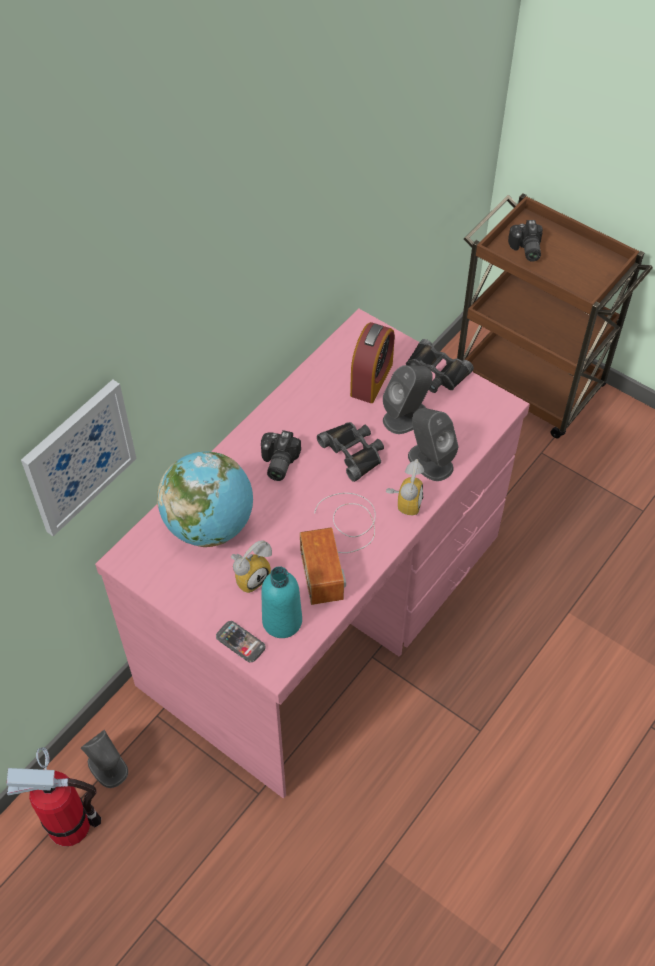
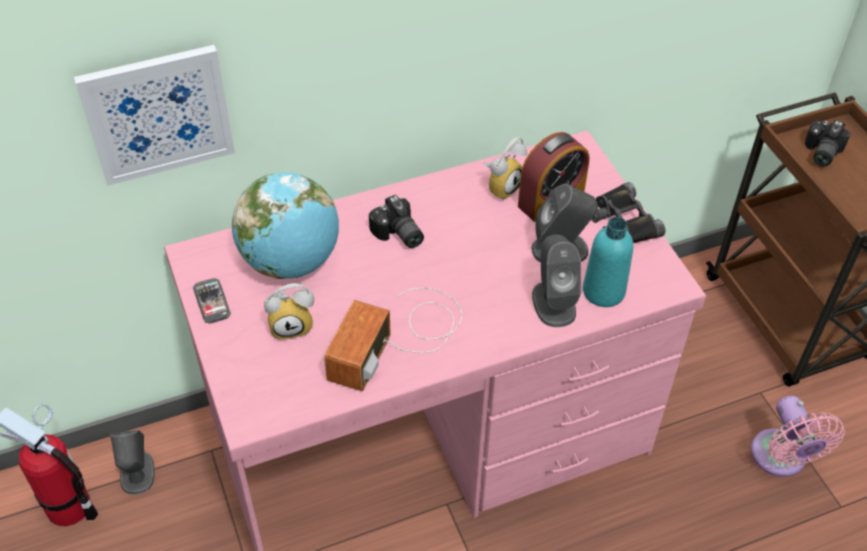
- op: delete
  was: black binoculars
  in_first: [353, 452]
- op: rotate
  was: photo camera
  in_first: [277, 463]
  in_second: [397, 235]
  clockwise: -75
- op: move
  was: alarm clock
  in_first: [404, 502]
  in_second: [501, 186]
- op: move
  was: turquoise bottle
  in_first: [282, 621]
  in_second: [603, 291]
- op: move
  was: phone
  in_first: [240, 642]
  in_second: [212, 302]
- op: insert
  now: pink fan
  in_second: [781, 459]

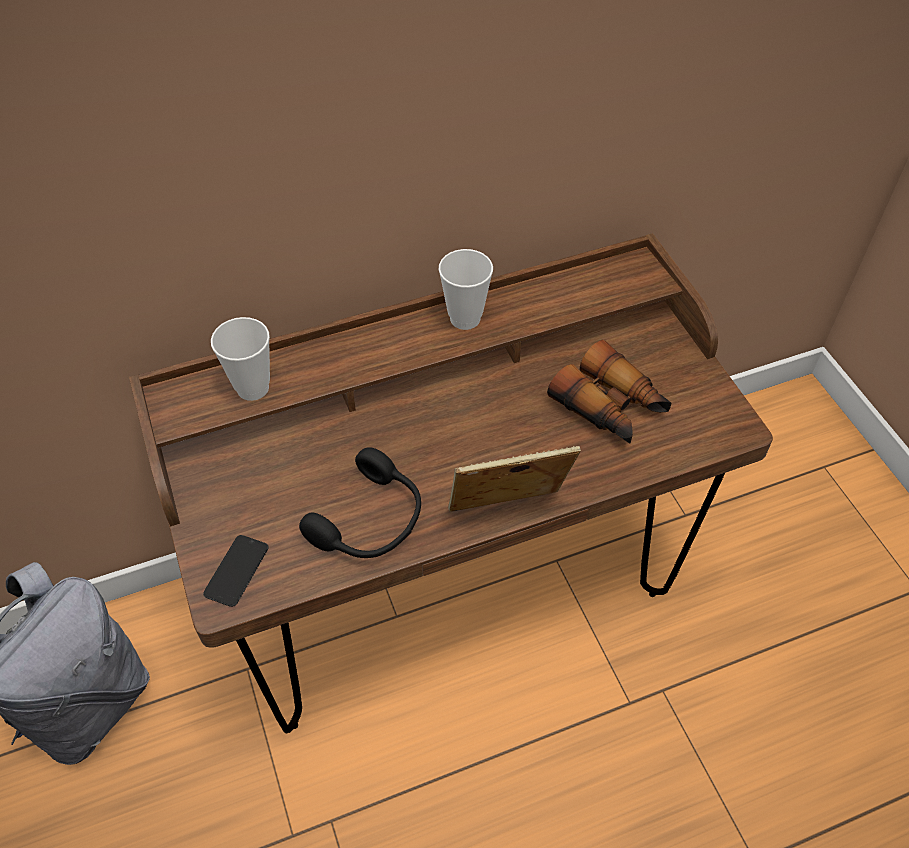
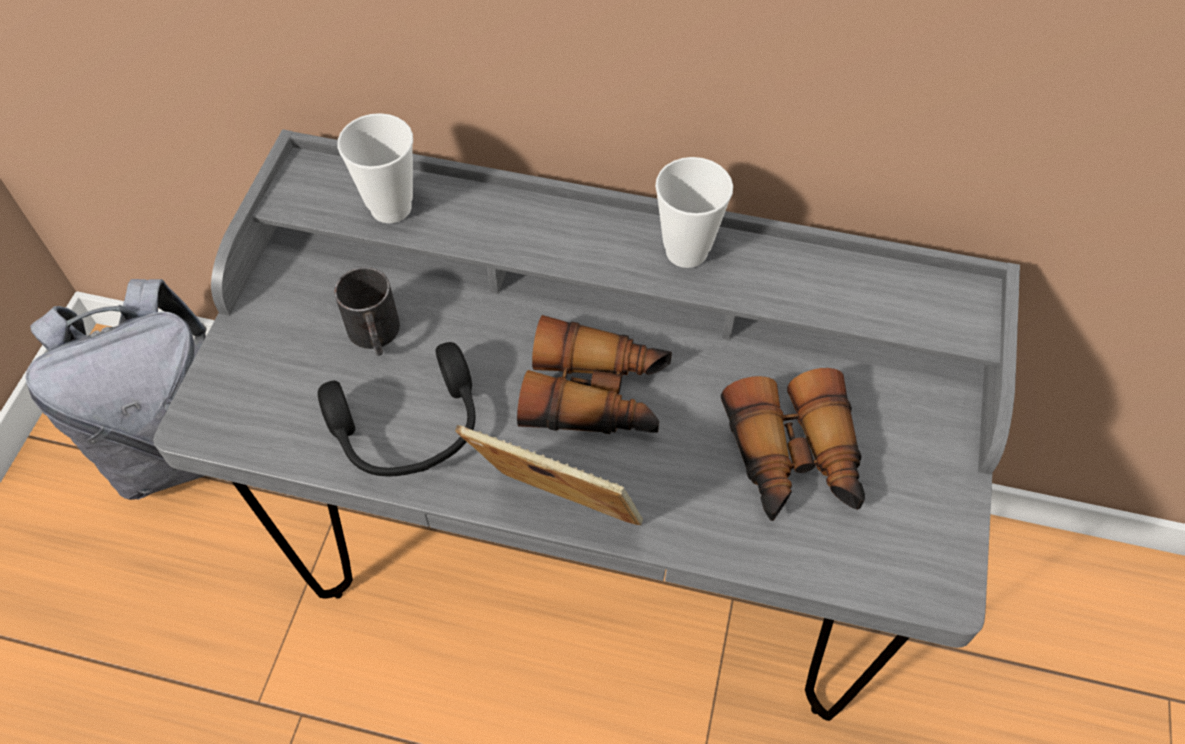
- op: recolor
  was: brown desk
  now: grey desk
  in_first: [453, 592]
  in_second: [593, 561]
- op: delete
  was: phone
  in_first: [236, 571]
- op: insert
  now: black mug
  in_second: [375, 336]
- op: insert
  now: binoculars
  in_second: [597, 395]

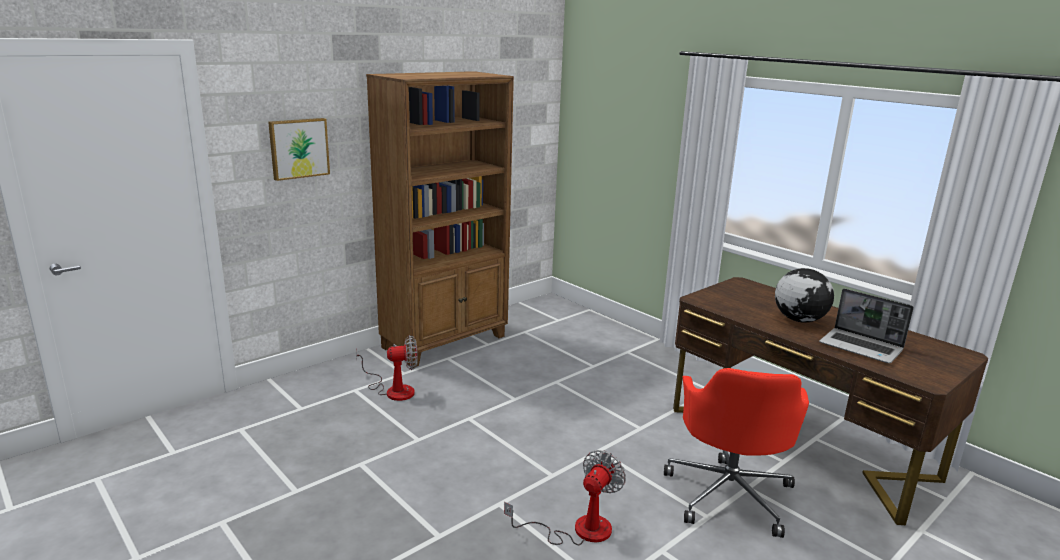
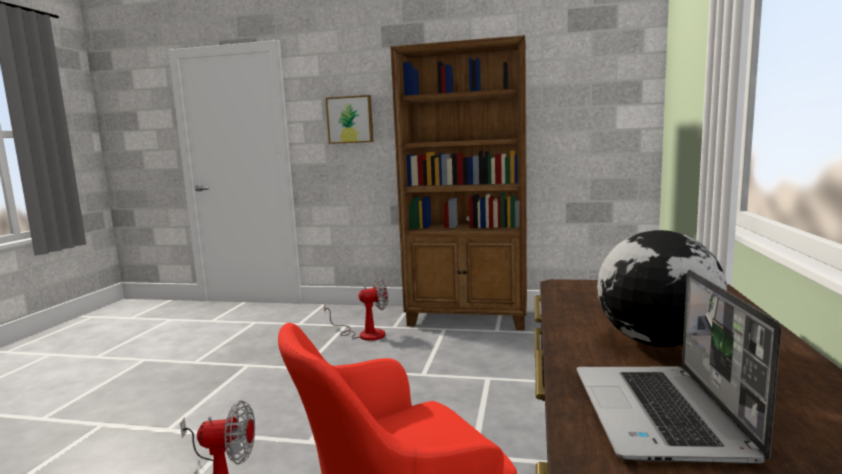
- op: rotate
  was: fan
  in_first: [393, 390]
  in_second: [364, 334]
  clockwise: -60

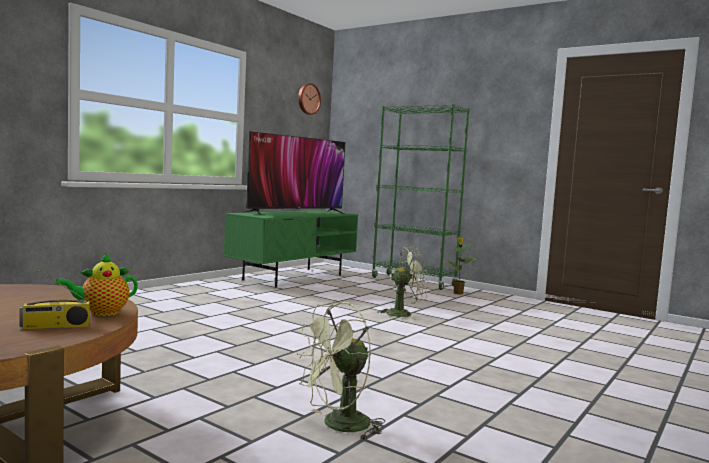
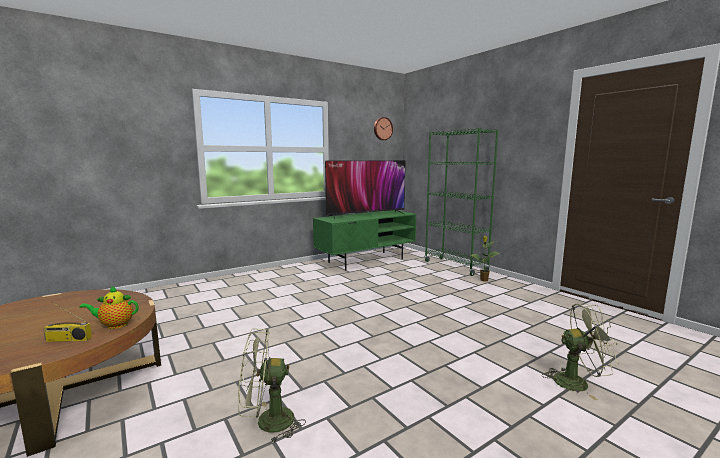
- op: move
  was: green fan
  in_first: [404, 314]
  in_second: [577, 382]

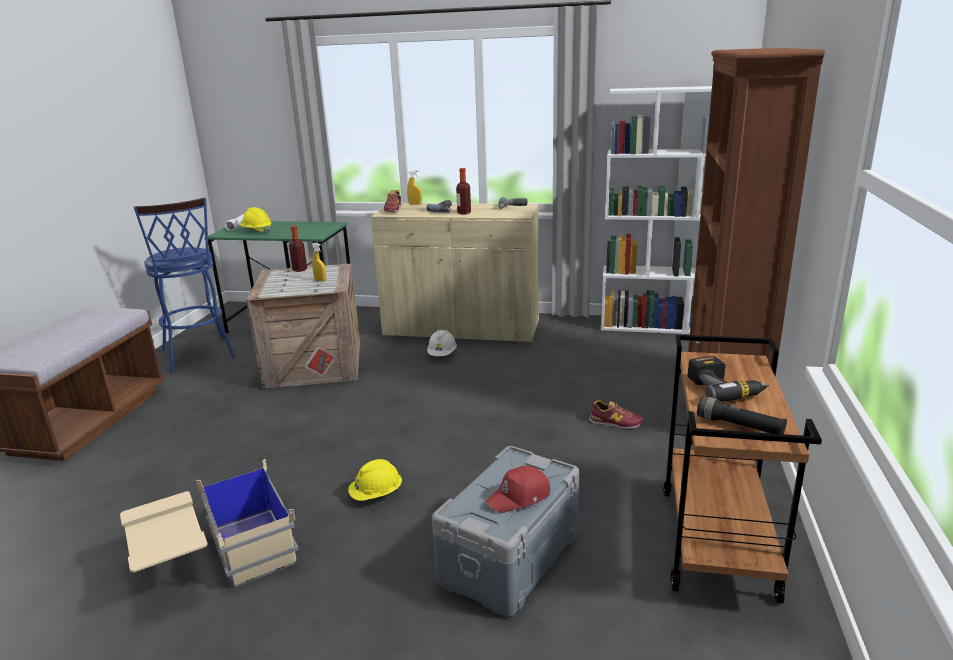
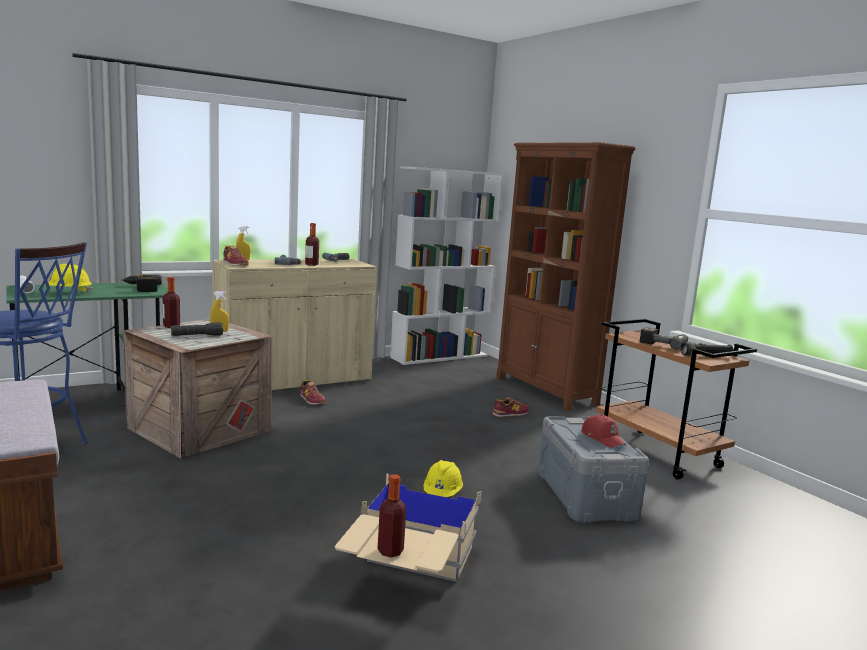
- op: replace
  was: white hard hat
  now: shoe
  in_first: [442, 354]
  in_second: [312, 399]
- op: rotate
  was: red cap
  in_first: [519, 497]
  in_second: [603, 438]
  clockwise: -45
- op: insert
  now: power drill
  in_second: [141, 288]
- op: insert
  now: black flashlight
  in_second: [197, 336]
- op: insert
  now: bottle
  in_second: [390, 551]

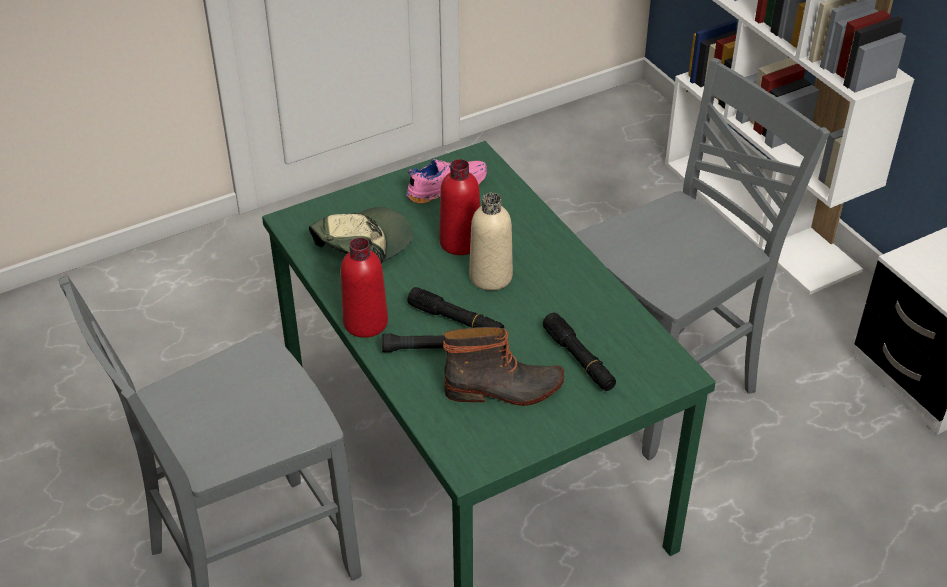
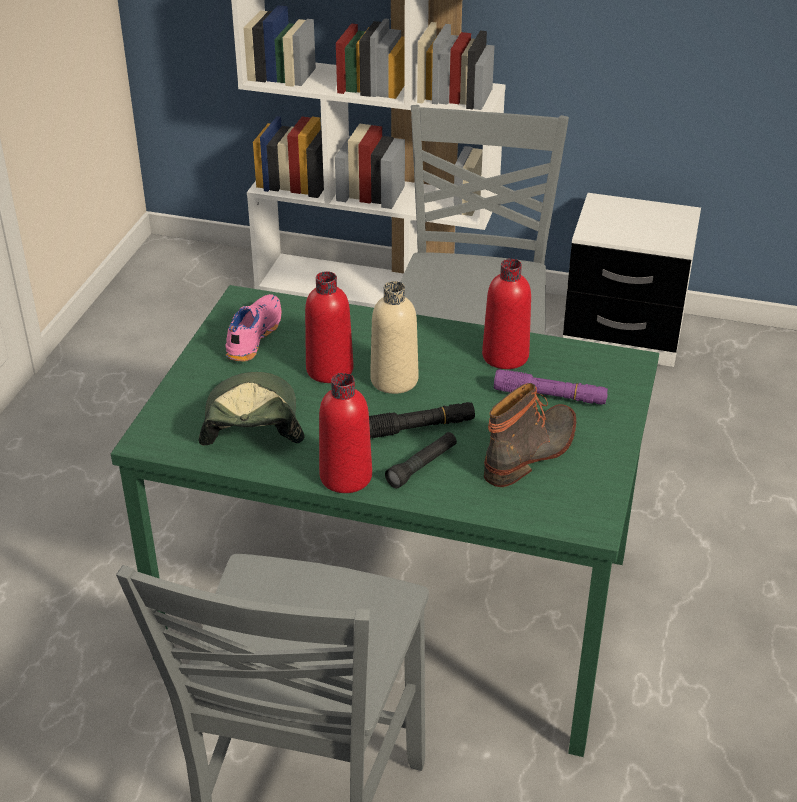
- op: recolor
  was: black flashlight
  now: purple flashlight
  in_first: [578, 359]
  in_second: [550, 396]
- op: insert
  now: red bottle
  in_second: [505, 356]

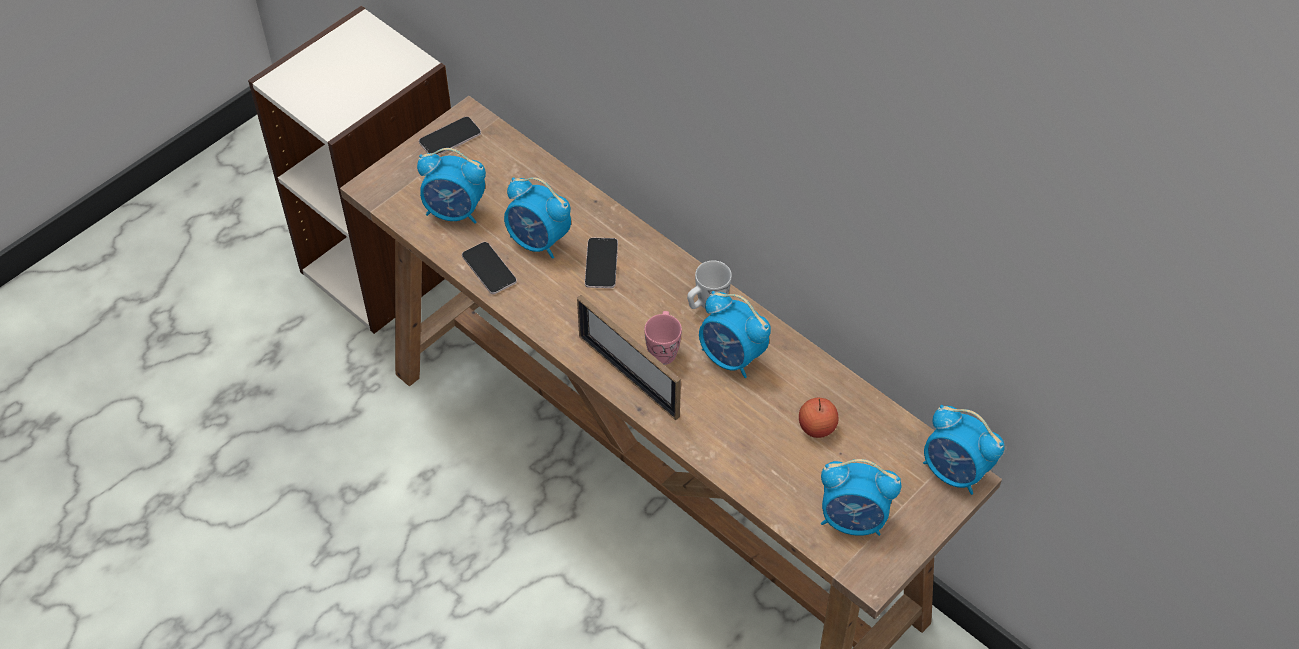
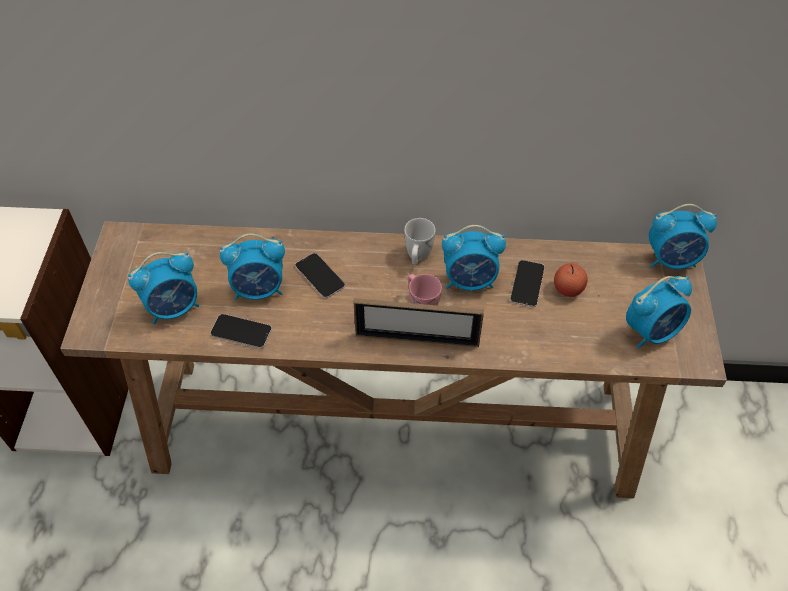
- op: move
  was: phone
  in_first: [450, 137]
  in_second: [527, 284]

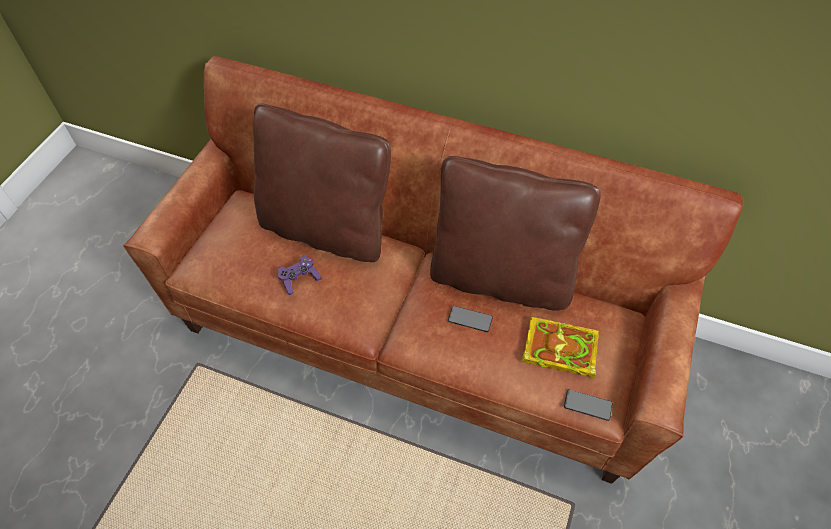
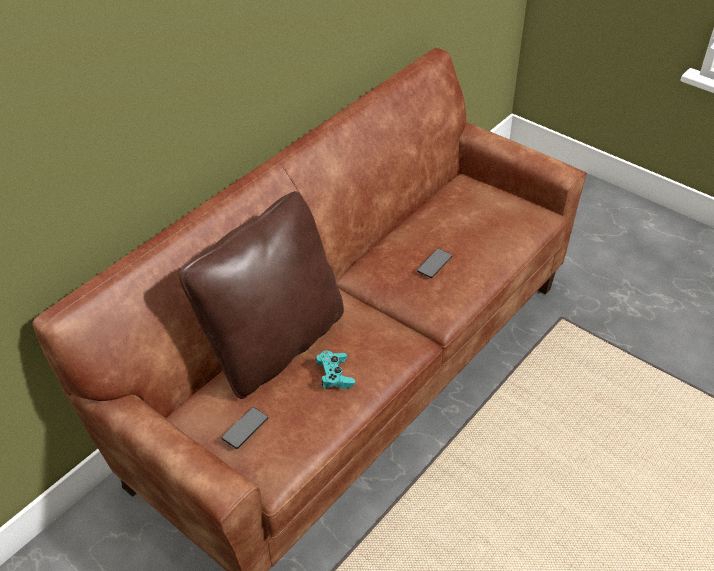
- op: delete
  was: brown pillow
  in_first: [501, 277]
- op: recolor
  was: purple game controller
  now: turquoise game controller
  in_first: [299, 279]
  in_second: [335, 375]
- op: delete
  was: book
  in_first: [558, 349]
- op: move
  was: phone
  in_first: [587, 405]
  in_second: [245, 428]

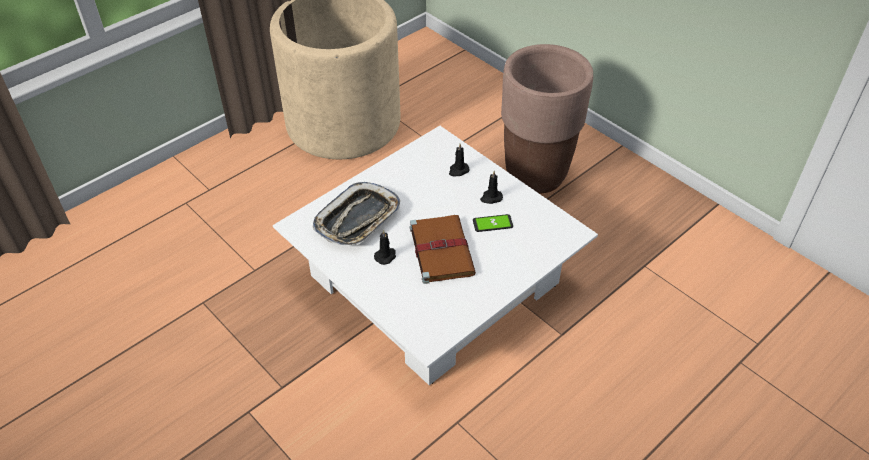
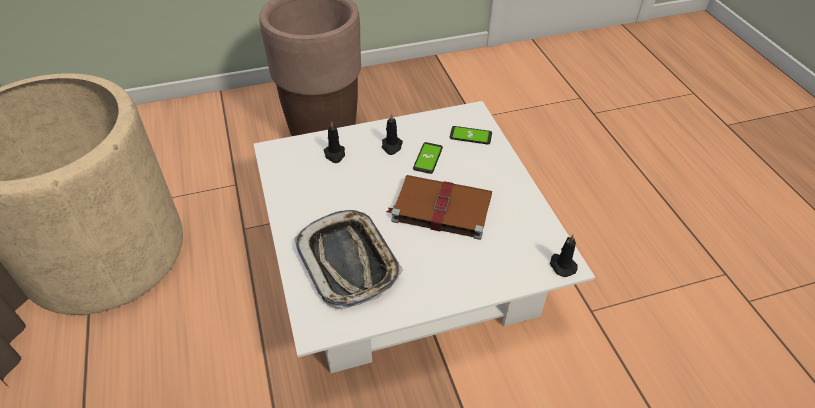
- op: move
  was: black candle
  in_first: [386, 256]
  in_second: [562, 265]
- op: insert
  now: phone
  in_second: [470, 136]

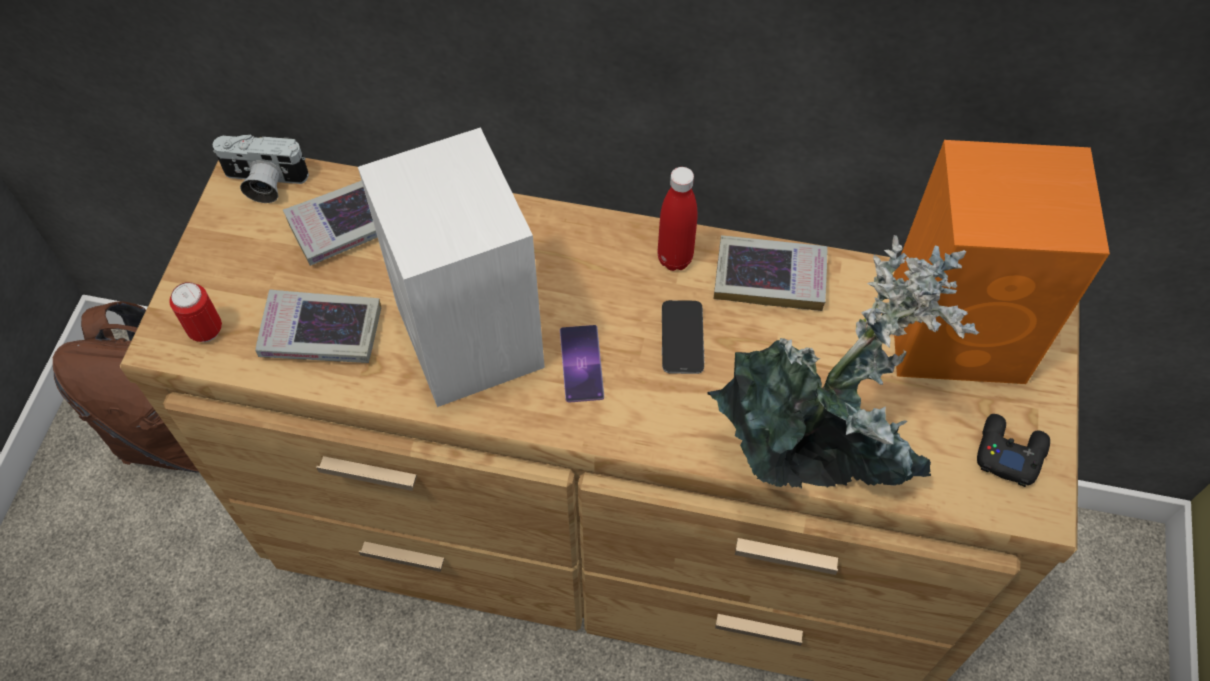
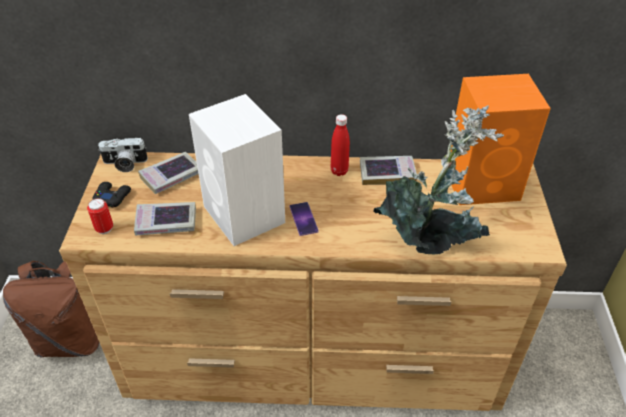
- op: delete
  was: phone
  in_first: [682, 338]
- op: move
  was: black game controller
  in_first: [1008, 452]
  in_second: [112, 197]

